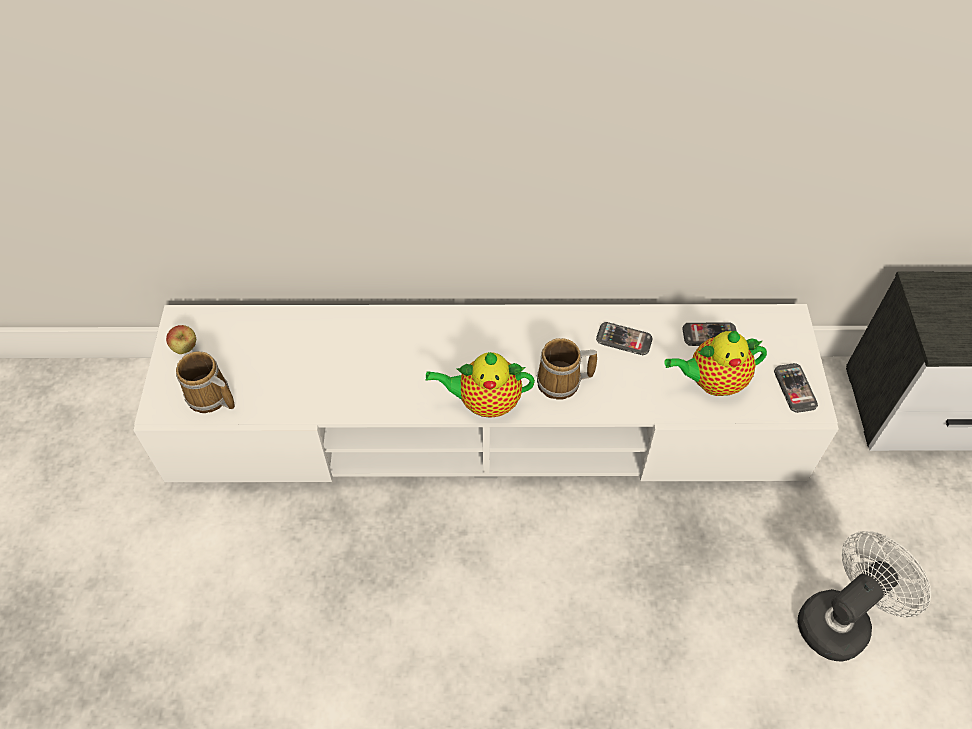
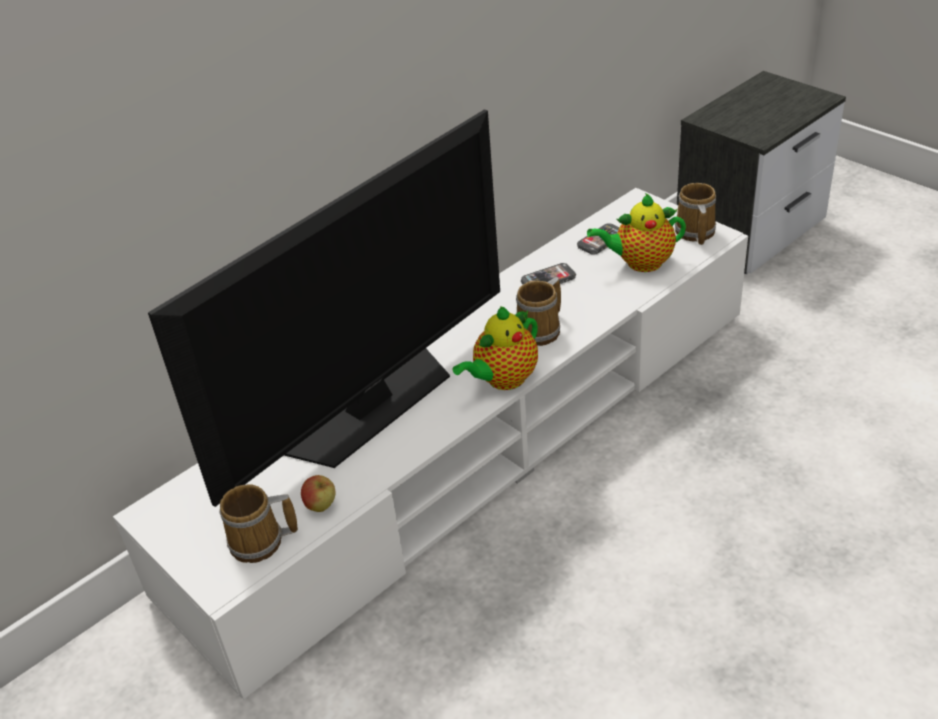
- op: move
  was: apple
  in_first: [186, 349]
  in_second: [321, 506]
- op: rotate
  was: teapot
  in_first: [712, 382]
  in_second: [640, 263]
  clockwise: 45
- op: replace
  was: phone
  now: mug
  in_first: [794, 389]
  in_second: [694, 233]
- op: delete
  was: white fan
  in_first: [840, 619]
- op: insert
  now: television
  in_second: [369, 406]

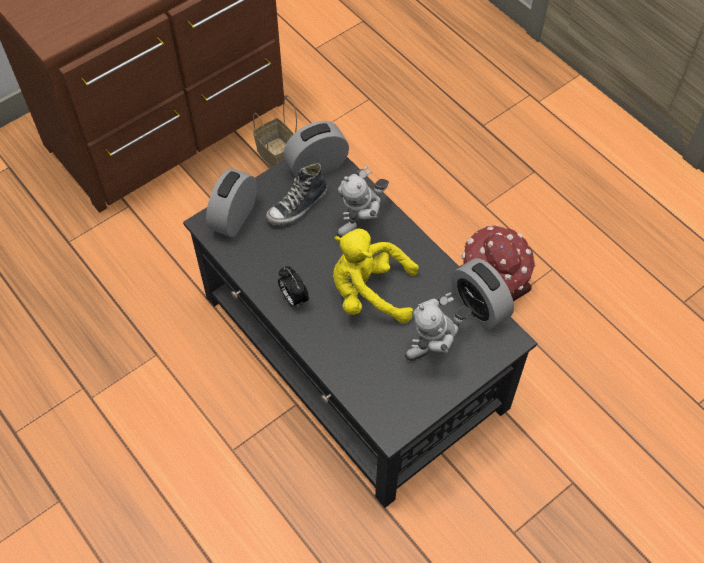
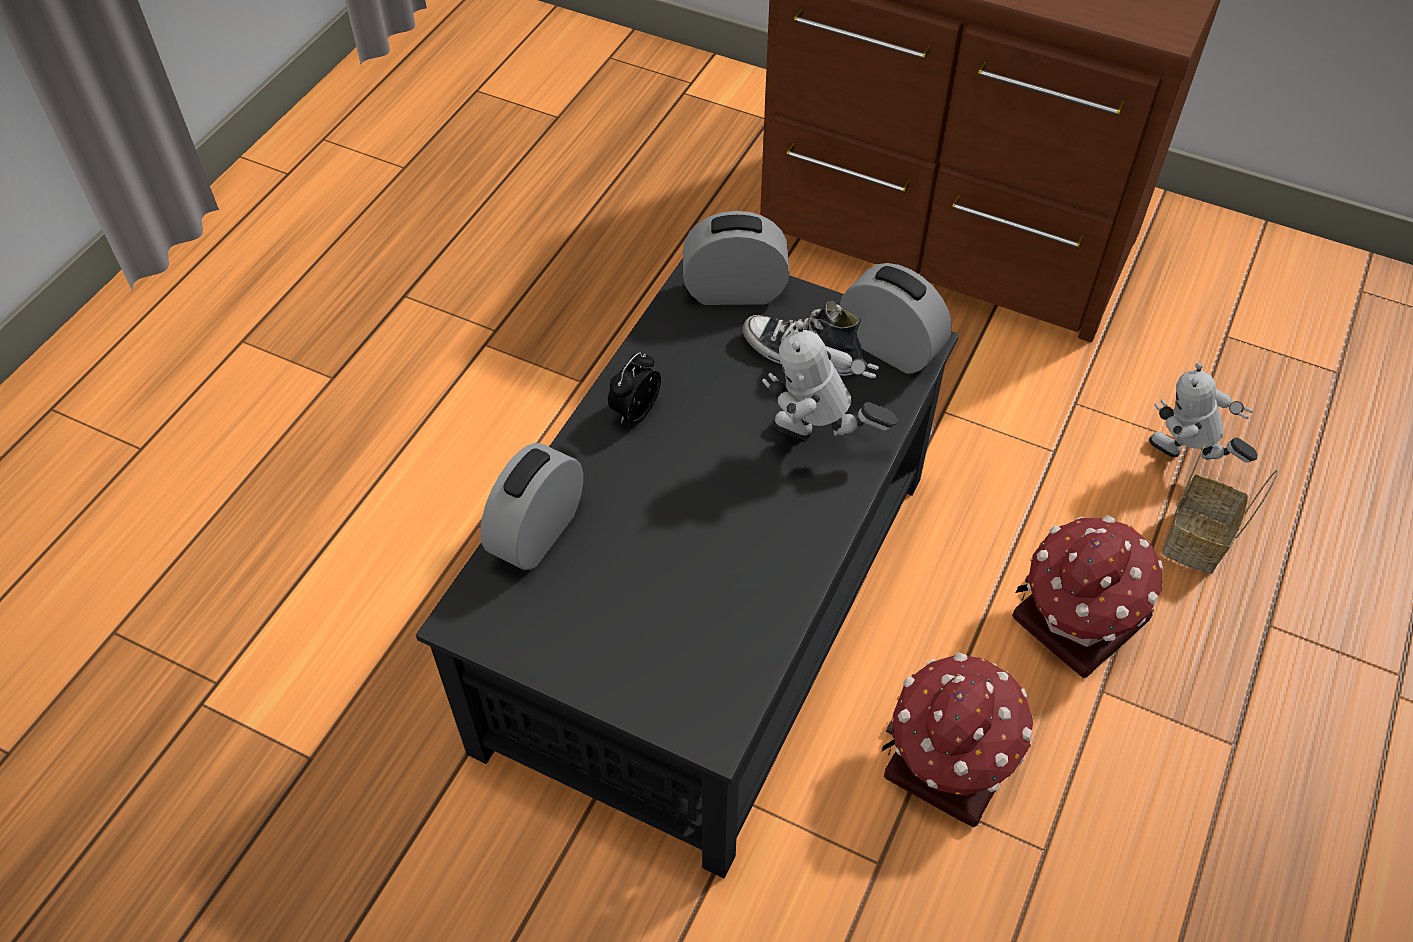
- op: move
  was: basket
  in_first: [279, 155]
  in_second: [1196, 542]
- op: delete
  was: yellow plush toy
  in_first: [369, 293]
- op: move
  was: alarm clock
  in_first: [479, 307]
  in_second: [537, 532]
- op: move
  was: toy robot
  in_first: [435, 349]
  in_second: [1185, 463]
- op: insert
  now: toy house
  in_second: [1076, 620]

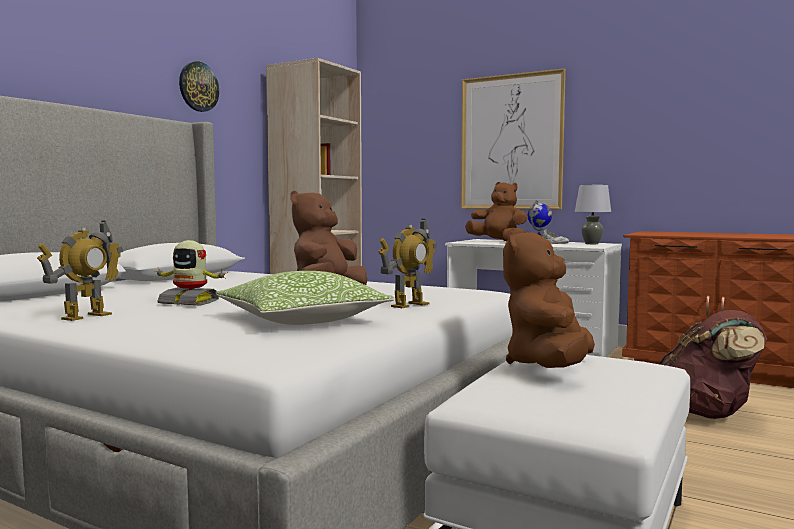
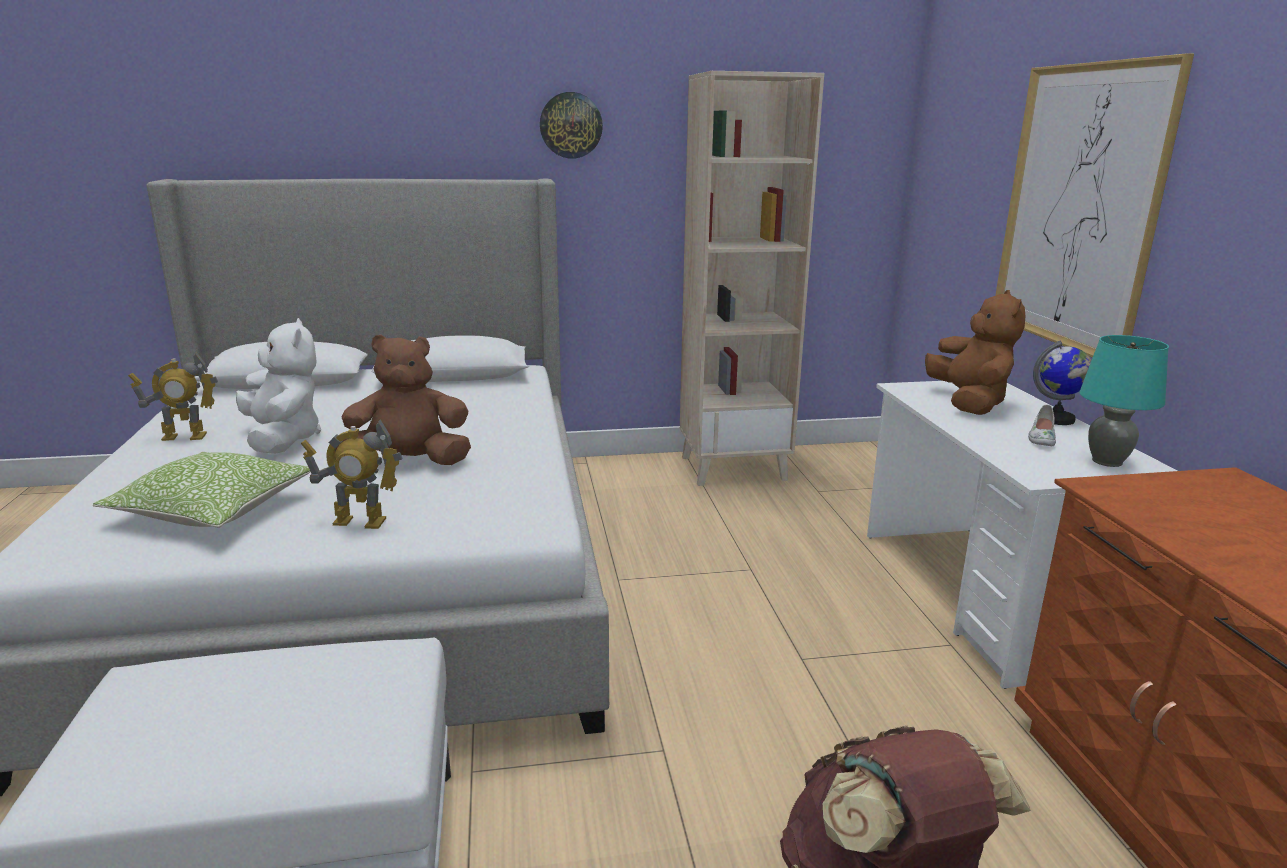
- op: recolor
  was: grey table lamp
  now: turquoise table lamp
  in_first: [591, 244]
  in_second: [1106, 461]
- op: delete
  was: brown plush toy
  in_first: [549, 367]
- op: replace
  was: toy robot
  now: white plush toy
  in_first: [190, 302]
  in_second: [283, 439]

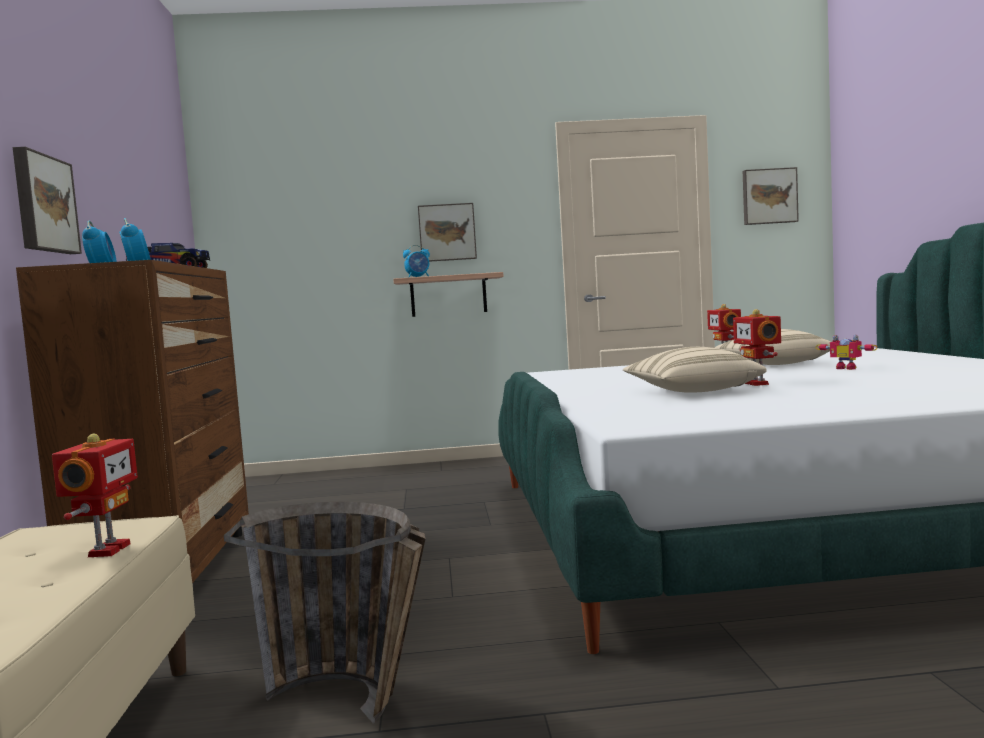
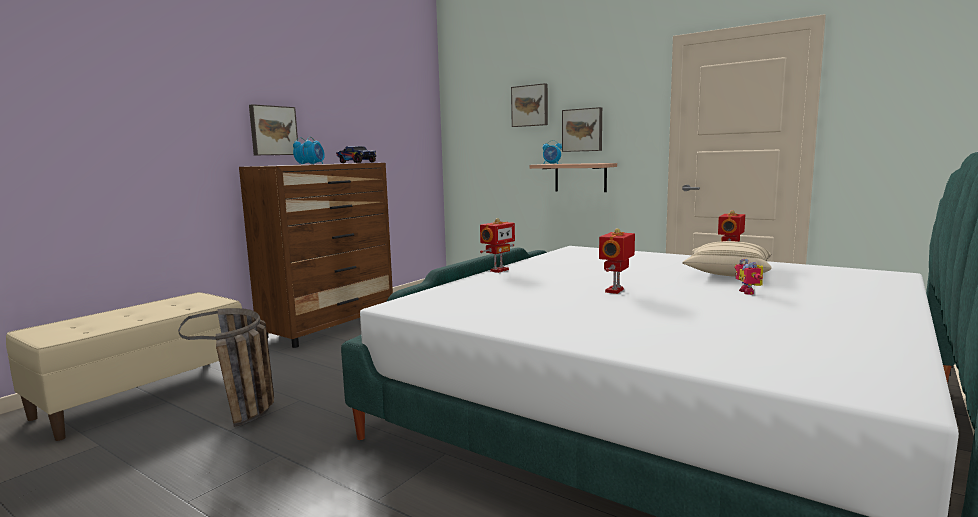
- op: move
  was: picture
  in_first: [769, 196]
  in_second: [530, 106]
- op: delete
  was: beige pillow
  in_first: [691, 391]
- op: move
  was: toy robot
  in_first: [106, 550]
  in_second: [498, 270]

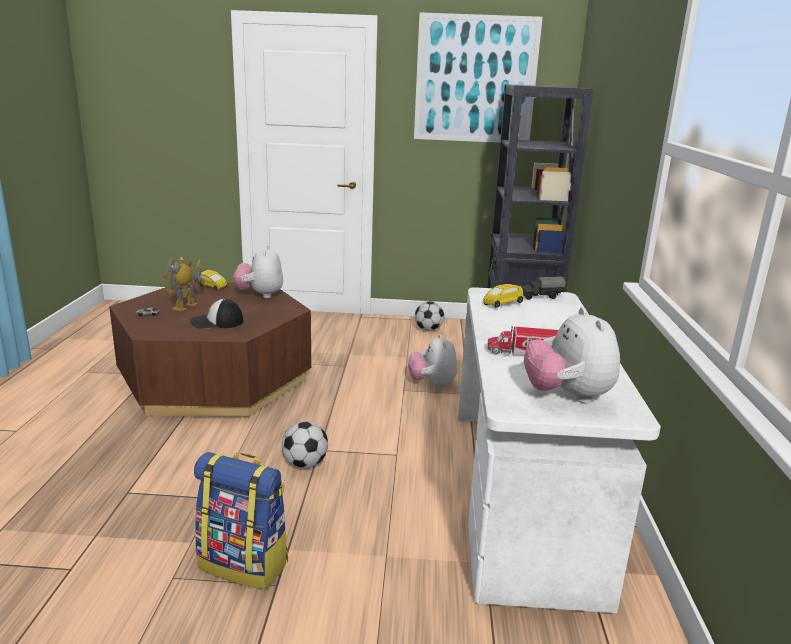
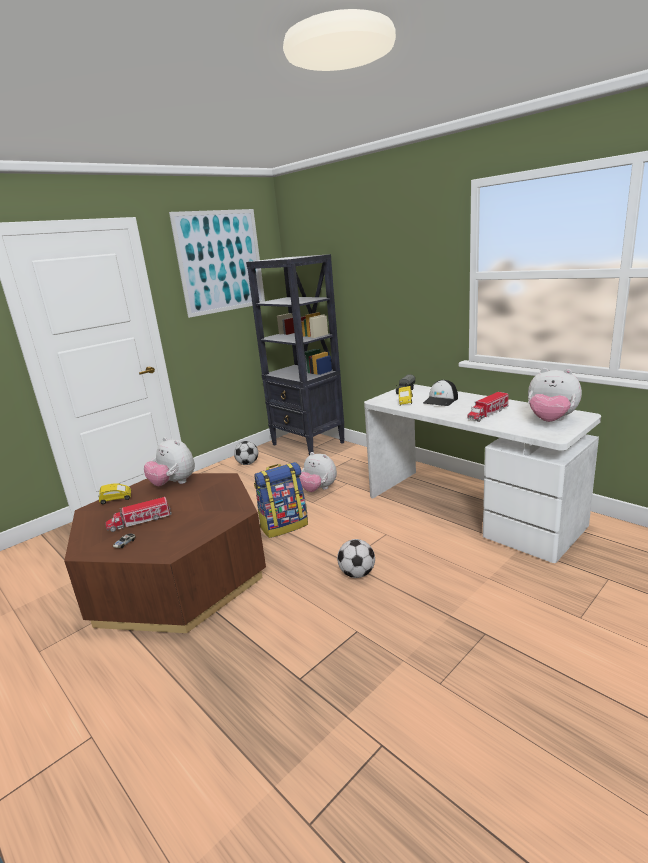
- op: replace
  was: toy robot
  now: toy truck
  in_first: [185, 307]
  in_second: [140, 521]
- op: move
  was: cap
  in_first: [216, 322]
  in_second: [441, 400]
- op: move
  was: backpack
  in_first: [245, 563]
  in_second: [284, 526]

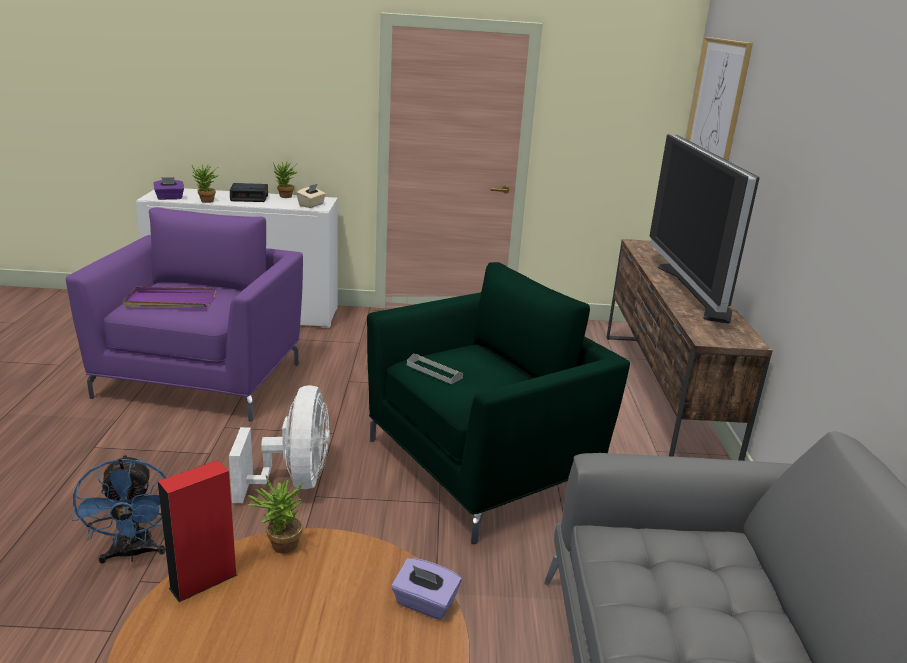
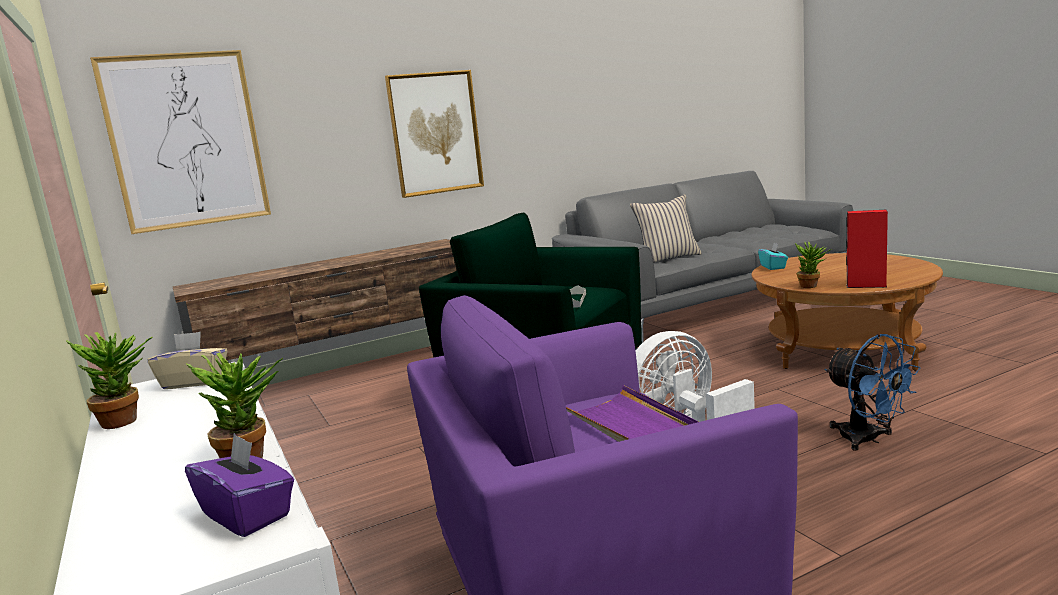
- op: delete
  was: television
  in_first: [692, 291]
- op: delete
  was: alarm clock
  in_first: [250, 197]
- op: rotate
  was: blue fan
  in_first: [133, 554]
  in_second: [868, 440]
  clockwise: 105
- op: recolor
  was: purple tissue box
  now: turquoise tissue box
  in_first: [425, 603]
  in_second: [773, 267]
- op: insert
  now: picture
  in_second: [435, 133]
- op: insert
  now: beige pillow
  in_second: [667, 258]

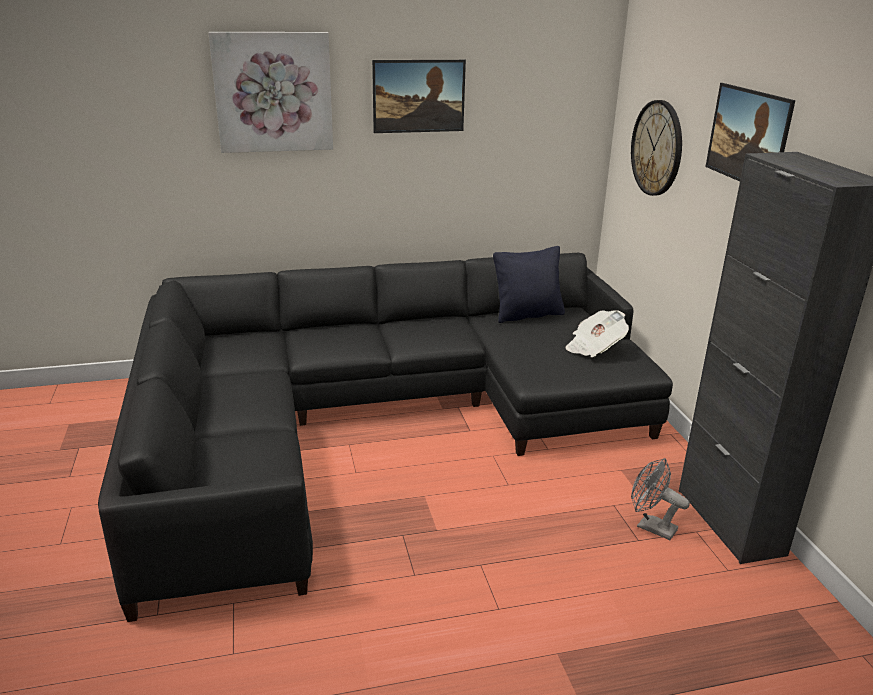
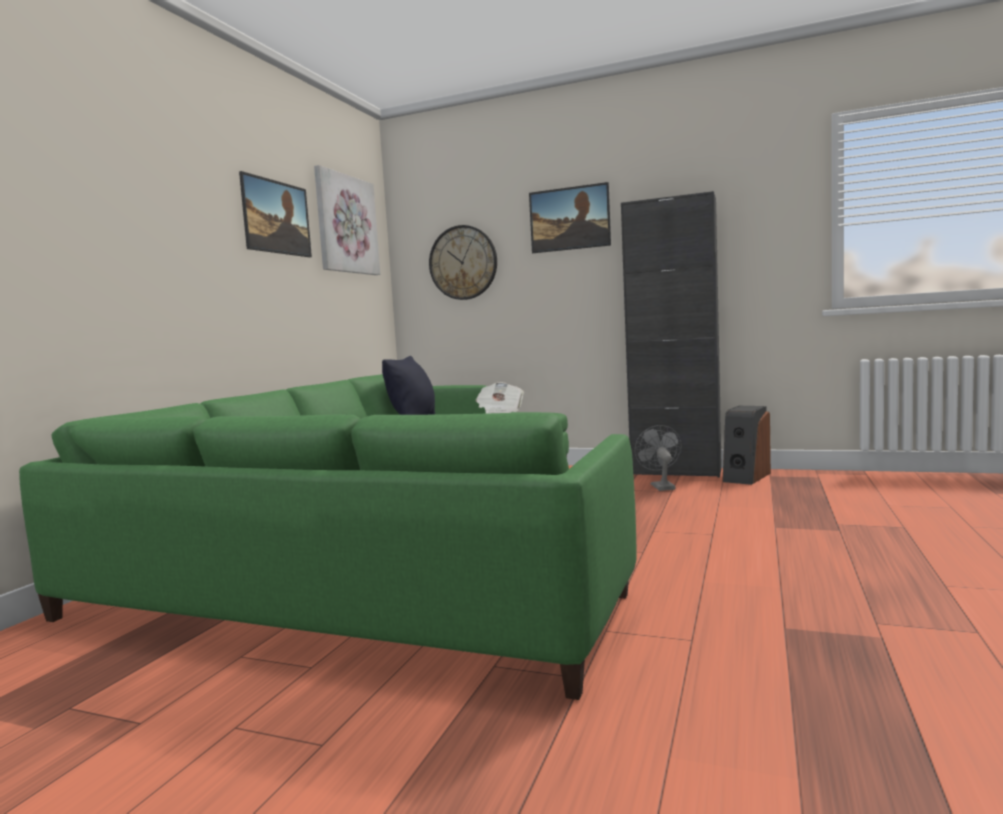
- op: move
  was: picture
  in_first: [273, 92]
  in_second: [346, 224]
- op: recolor
  was: black sofa
  now: green sofa
  in_first: [377, 420]
  in_second: [387, 532]
- op: rotate
  was: grey fan
  in_first: [650, 526]
  in_second: [660, 486]
  clockwise: 105
- op: insert
  now: speaker
  in_second: [745, 477]

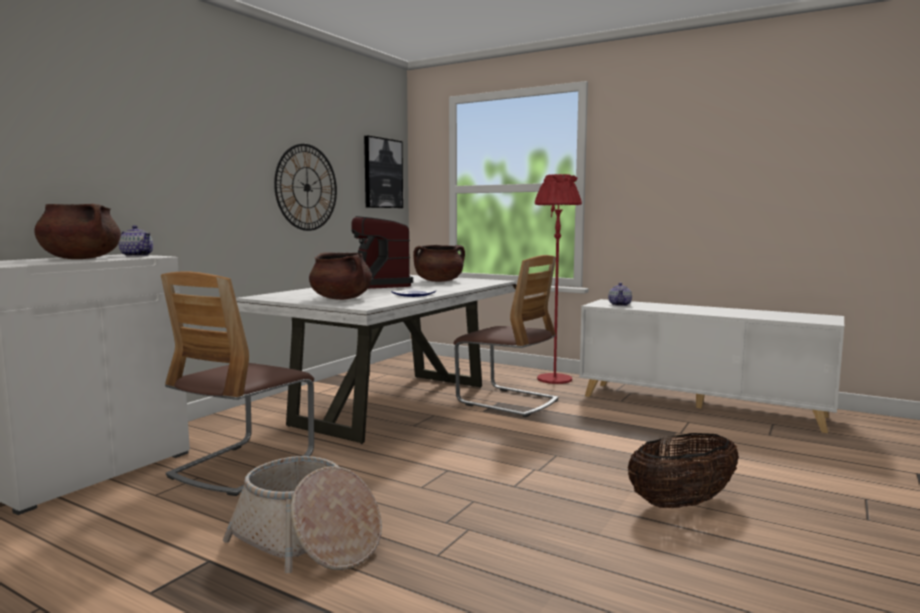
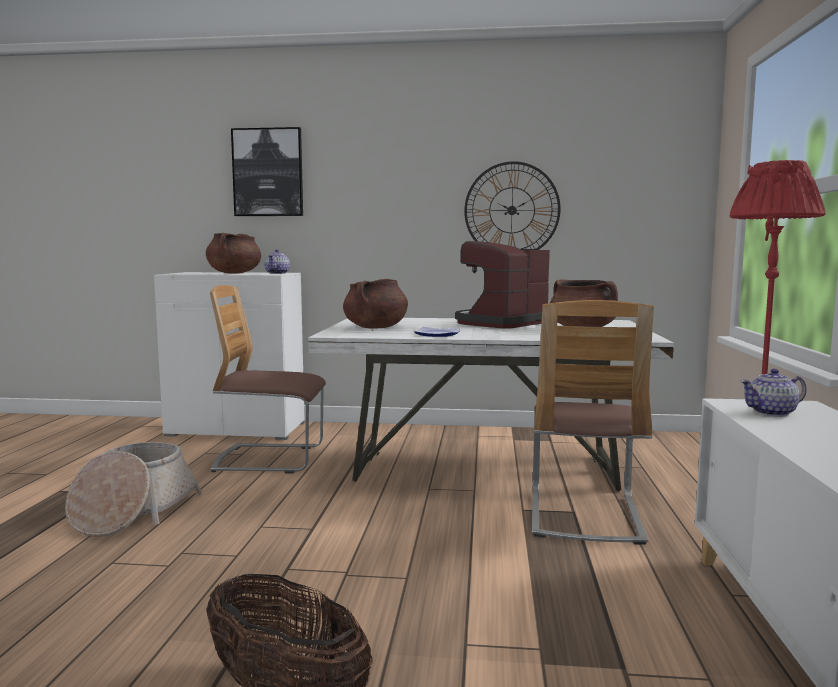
- op: move
  was: picture
  in_first: [382, 173]
  in_second: [268, 172]

